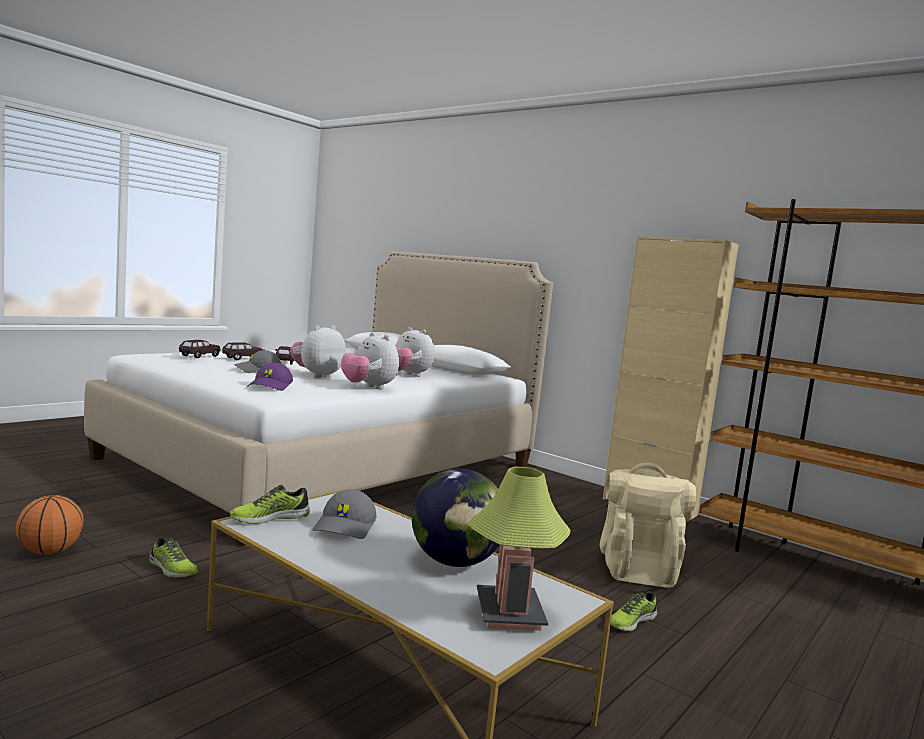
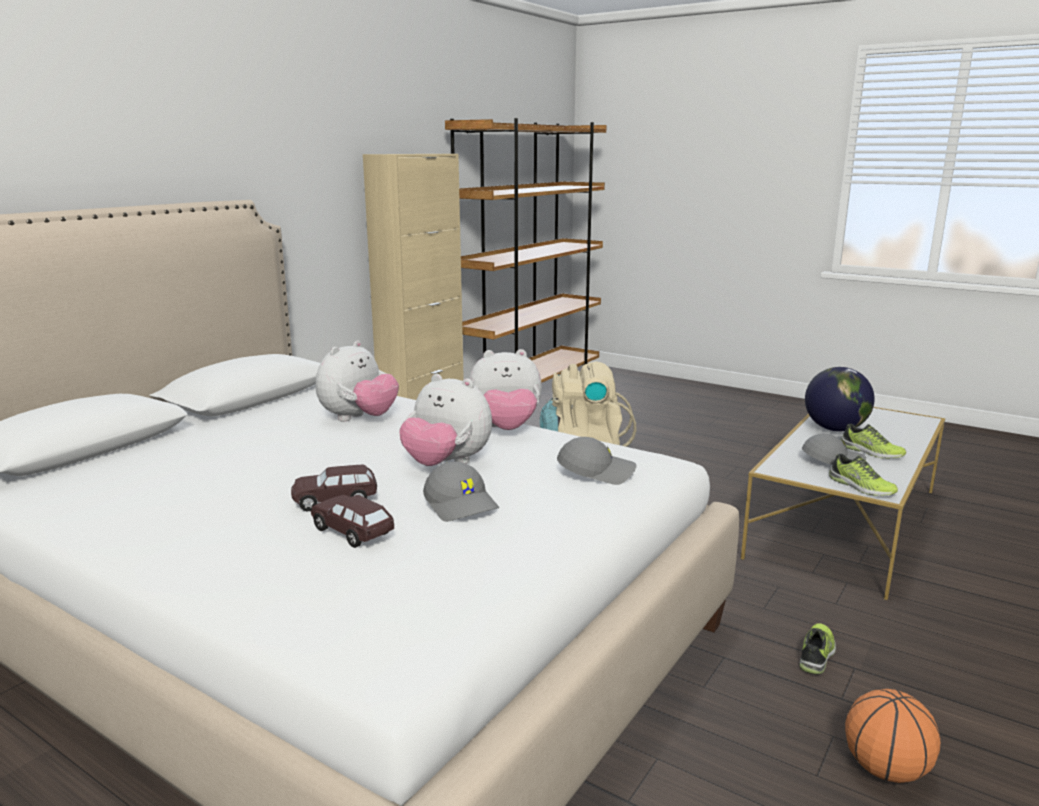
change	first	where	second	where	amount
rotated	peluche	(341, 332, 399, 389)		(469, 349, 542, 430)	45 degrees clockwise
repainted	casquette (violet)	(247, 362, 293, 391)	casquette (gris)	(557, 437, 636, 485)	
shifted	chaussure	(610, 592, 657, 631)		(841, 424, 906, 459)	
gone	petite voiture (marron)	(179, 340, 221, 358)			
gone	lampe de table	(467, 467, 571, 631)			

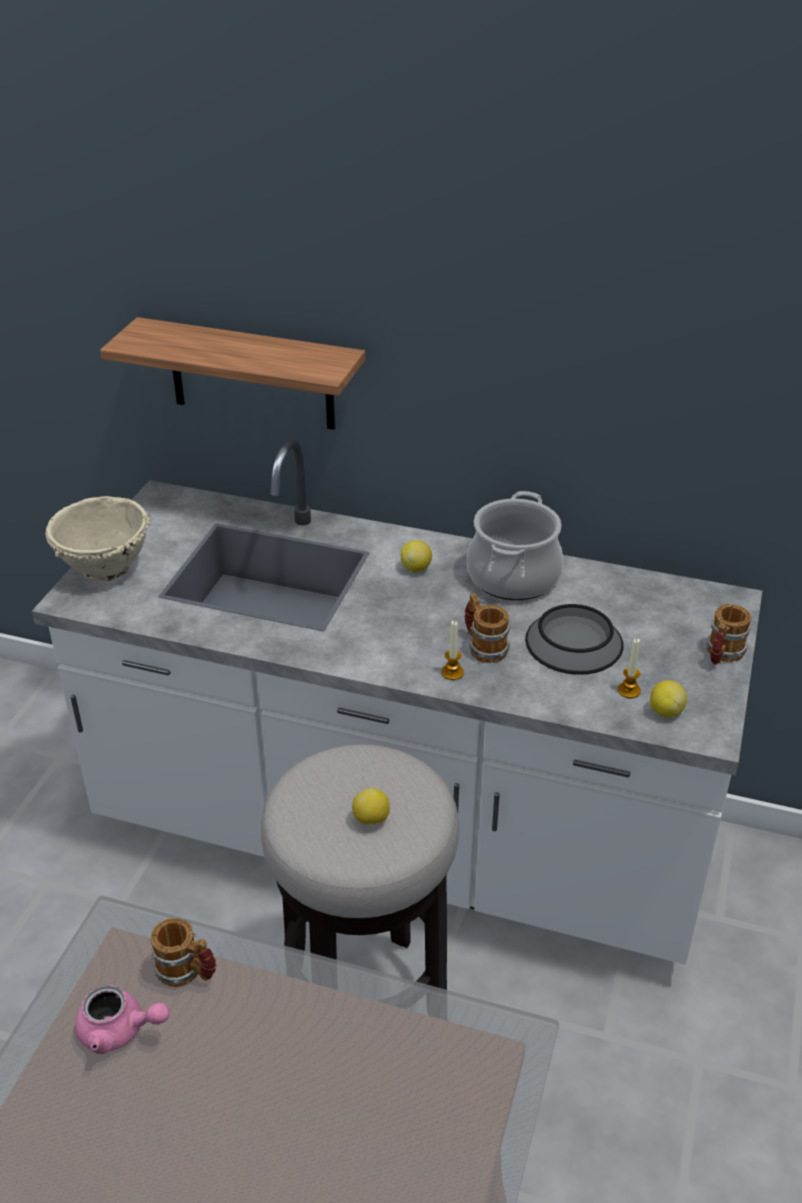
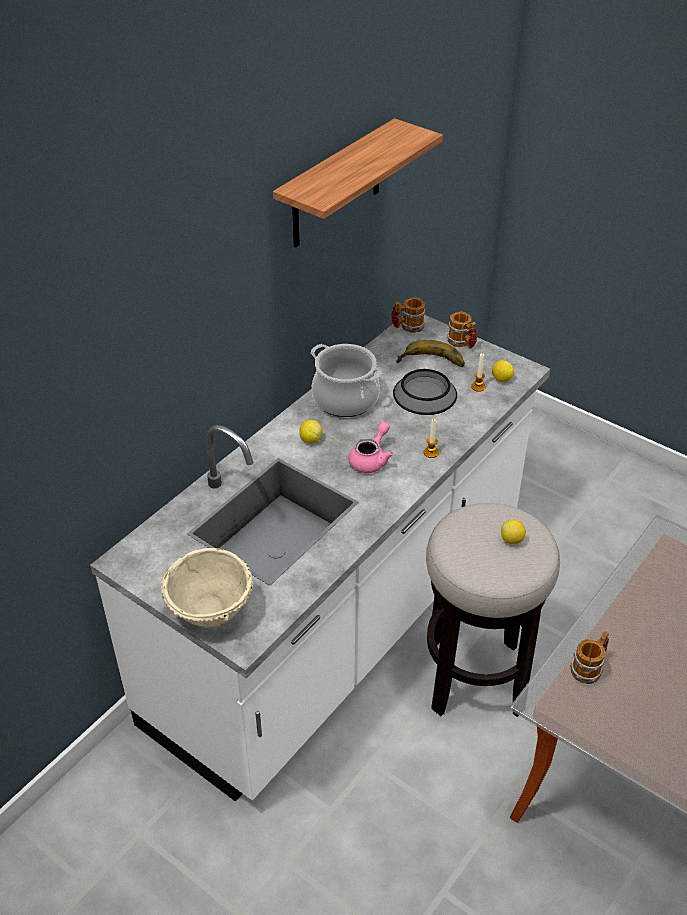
change	first	where	second	where	amount
shifted	étagère	(100, 317, 366, 430)		(273, 118, 443, 248)	
shifted	théière (rose)	(75, 985, 170, 1054)		(348, 422, 394, 473)	
shifted	mug	(465, 593, 510, 663)		(391, 297, 425, 333)	
new			banane	(396, 340, 465, 367)	

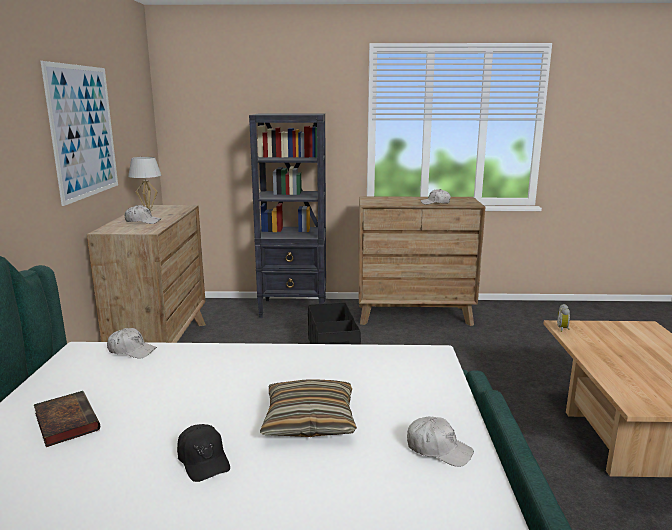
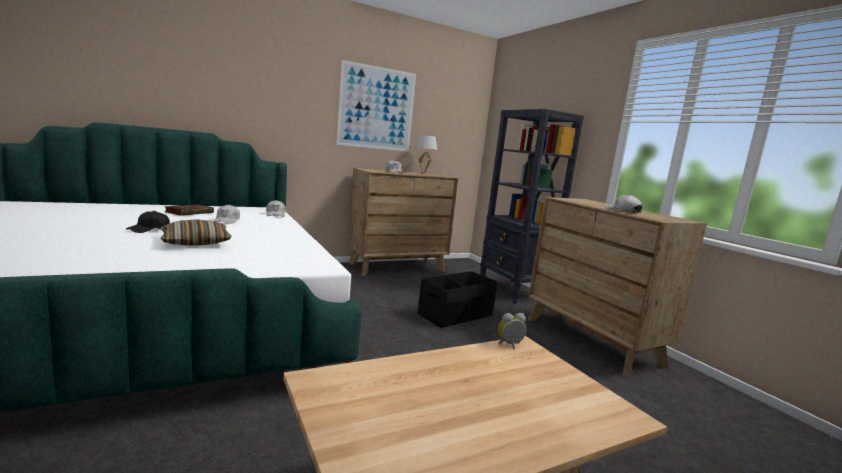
change	first	where	second	where	amount
shifted	casquette (blanc)	(407, 417, 474, 467)		(214, 204, 240, 224)	

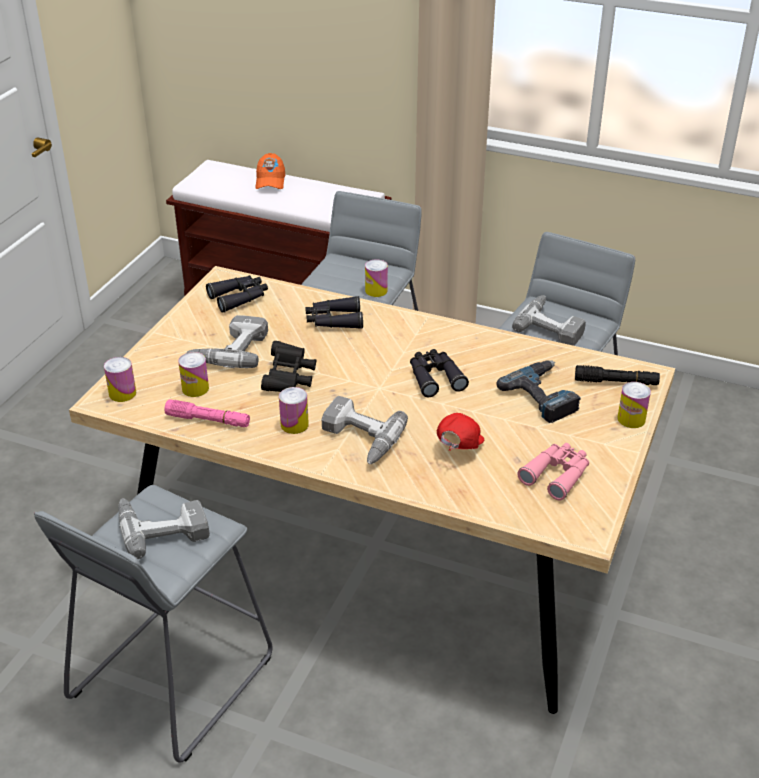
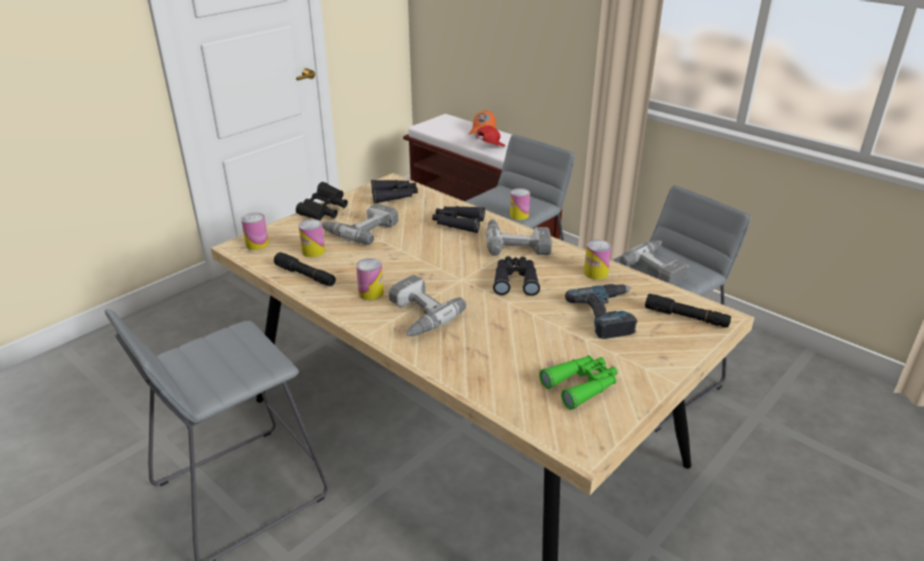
change	first	where	second	where	amount
repainted	lampe de poche (rose)	(164, 399, 250, 427)	lampe de poche (noir)	(274, 252, 336, 286)	
shifted	jumelles (noir)	(261, 341, 316, 392)		(296, 182, 348, 221)	
shifted	casquette (rouge)	(436, 413, 484, 451)		(475, 126, 505, 147)	
shifted	perceuse	(118, 498, 210, 559)		(486, 219, 552, 256)	
repainted	jumelles (rose)	(517, 443, 589, 501)	jumelles (vert)	(539, 355, 617, 410)	
shifted	boîte métallique	(617, 382, 651, 428)		(584, 239, 612, 280)	

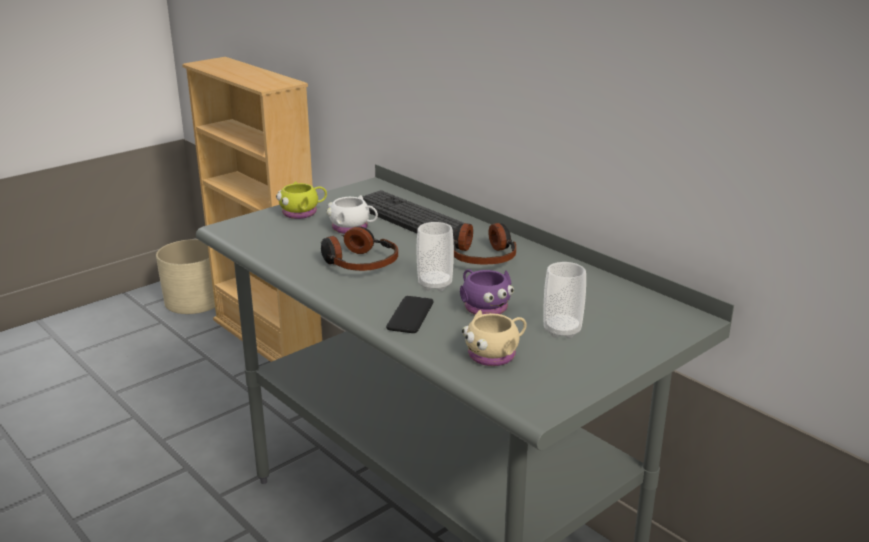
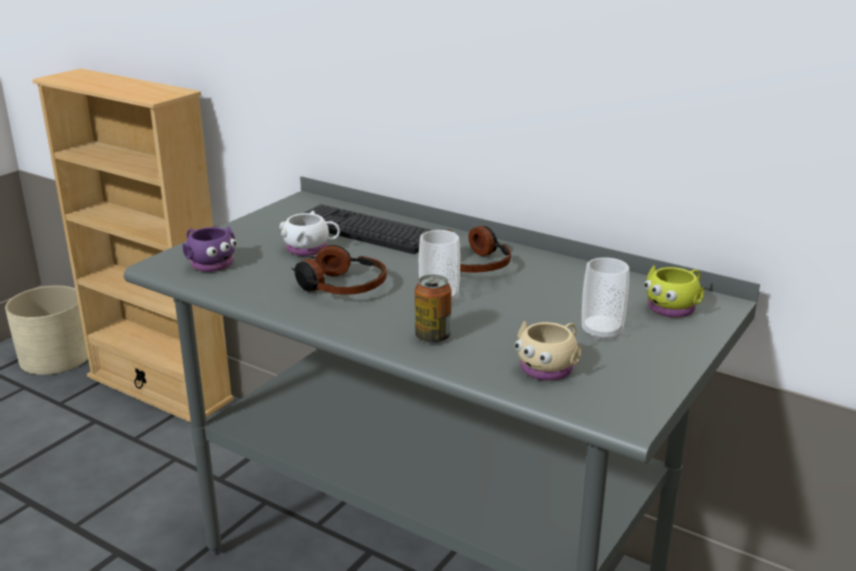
change	first	where	second	where	amount
shifted	mug (violet)	(460, 269, 514, 315)		(183, 226, 237, 272)	
swapped	téléphone	(386, 296, 434, 333)	boîte métallique	(415, 275, 451, 343)	
shifted	mug (jaune)	(276, 181, 327, 219)		(644, 265, 704, 317)	

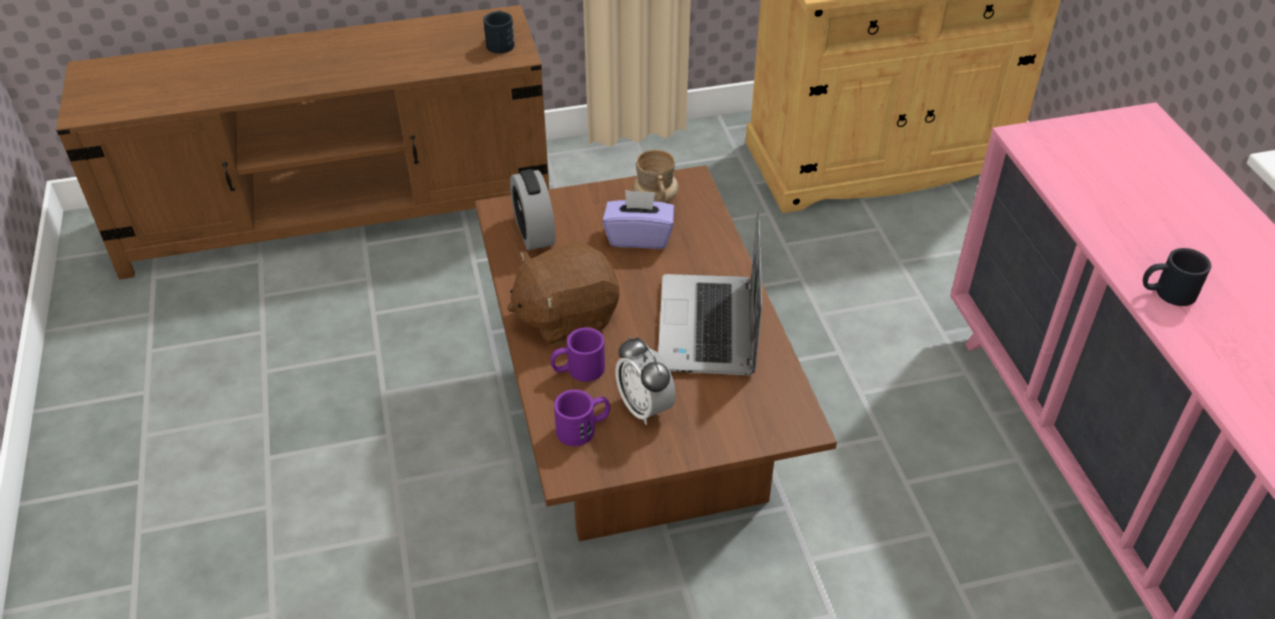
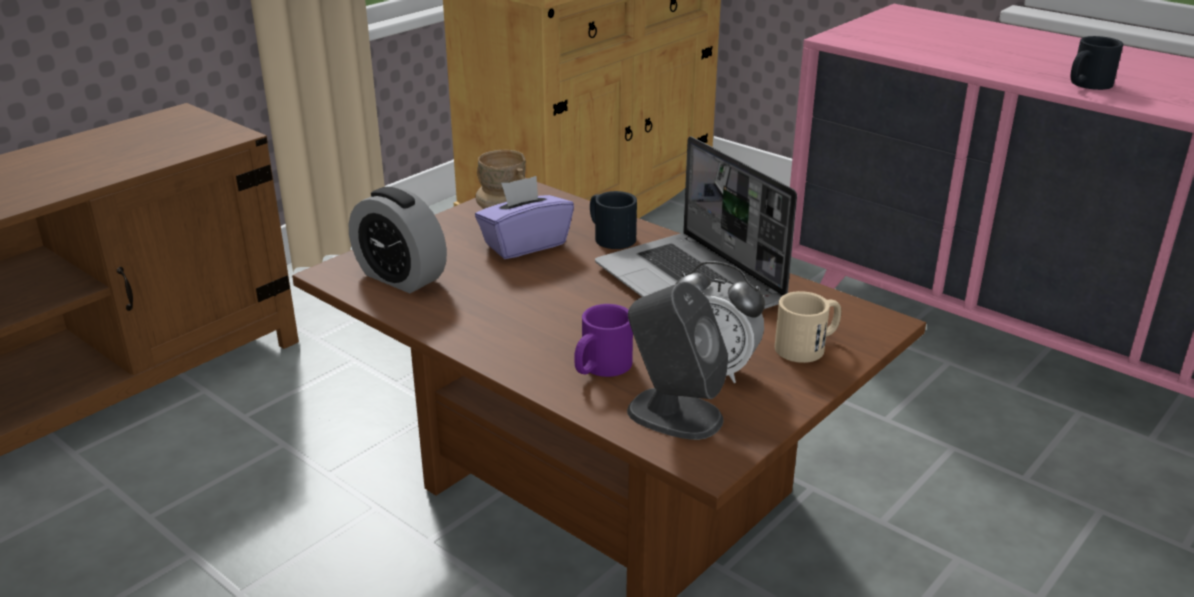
change	first	where	second	where	amount
shifted	mug (noir)	(483, 11, 515, 53)		(590, 191, 637, 249)	
swapped	mug (violet)	(554, 389, 610, 446)	enceinte (gris)	(627, 282, 728, 440)	
new			mug (beige)	(775, 291, 841, 363)	
gone	peluche (marron)	(507, 241, 620, 345)			

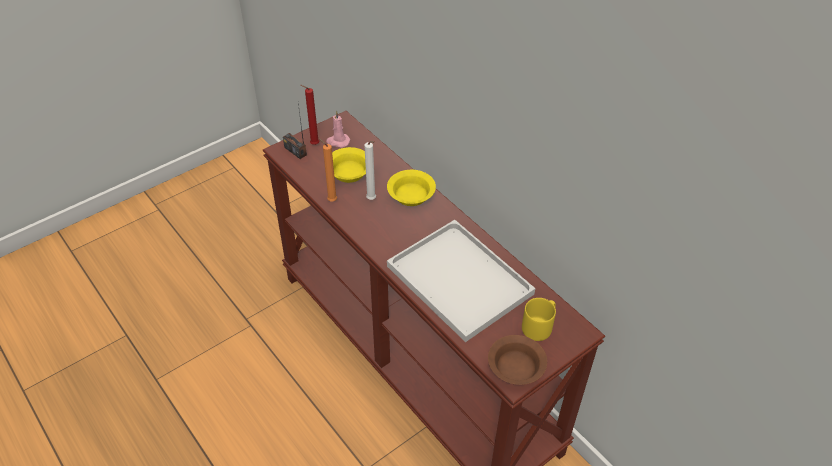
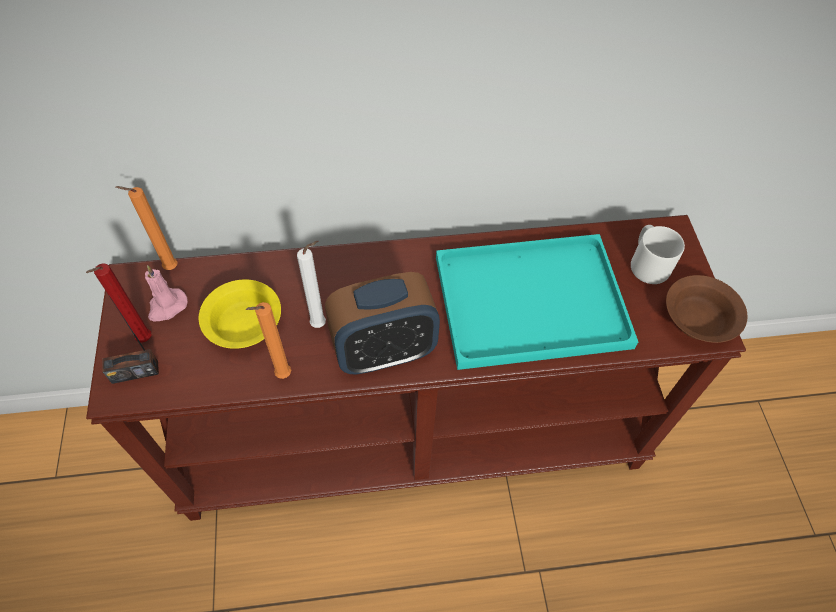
change	first	where	second	where	amount
new			bougie (orange)	(115, 186, 177, 270)	
new			réveil	(325, 272, 440, 375)	
repainted	plateau (blanc)	(387, 220, 536, 342)	plateau (turquoise)	(436, 234, 638, 370)	
repainted	mug (jaune)	(522, 298, 556, 341)	mug (blanc)	(631, 225, 685, 284)	
gone	bol (jaune)	(387, 170, 436, 206)			

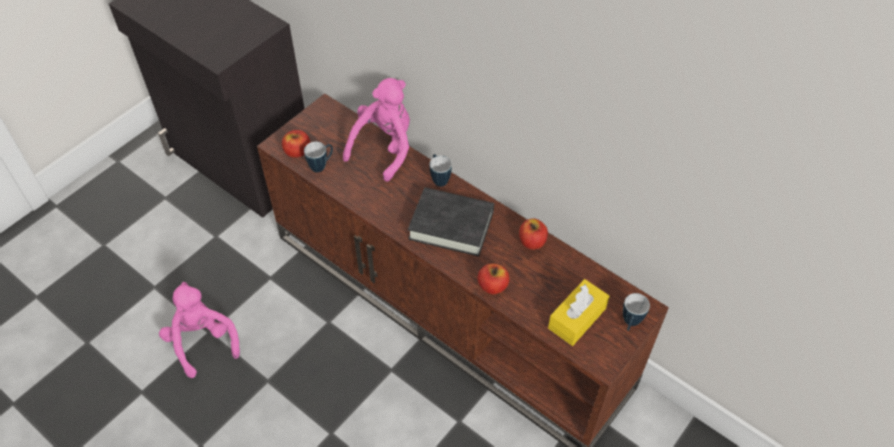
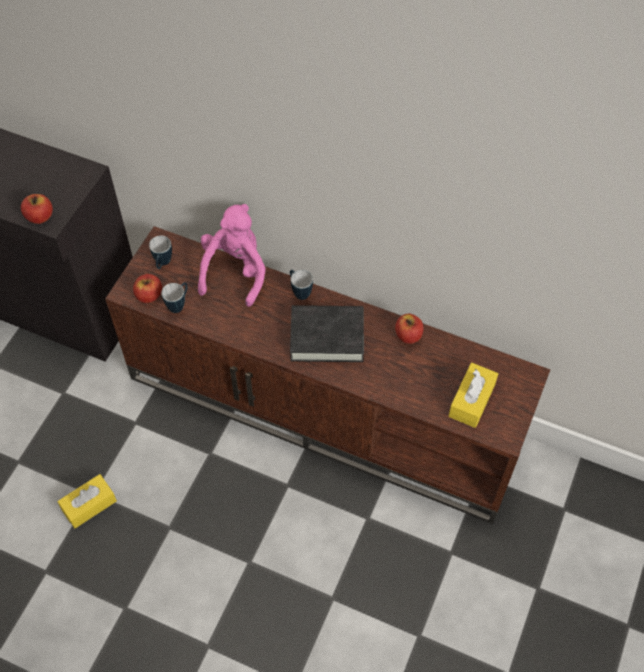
change	first	where	second	where	amount
shifted	pomme	(478, 263, 510, 294)		(21, 194, 53, 224)	
swapped	peluche (rose)	(159, 282, 240, 378)	boîte à mouchoirs (jaune)	(58, 474, 117, 528)	
shifted	mug	(623, 293, 650, 331)		(149, 236, 172, 269)	

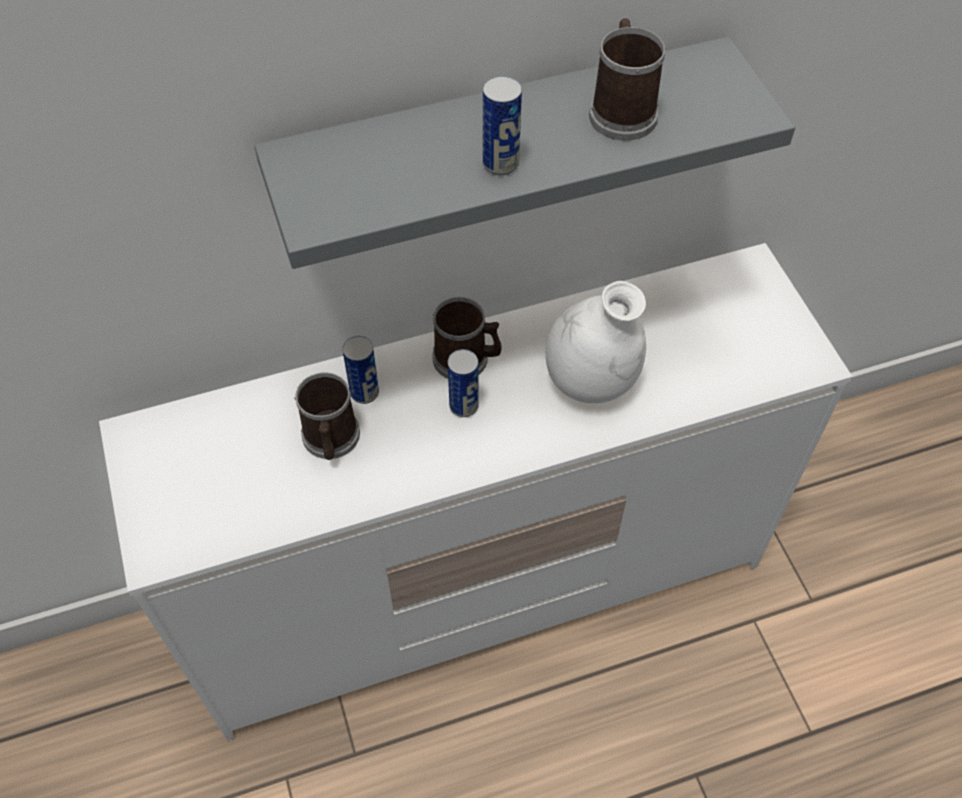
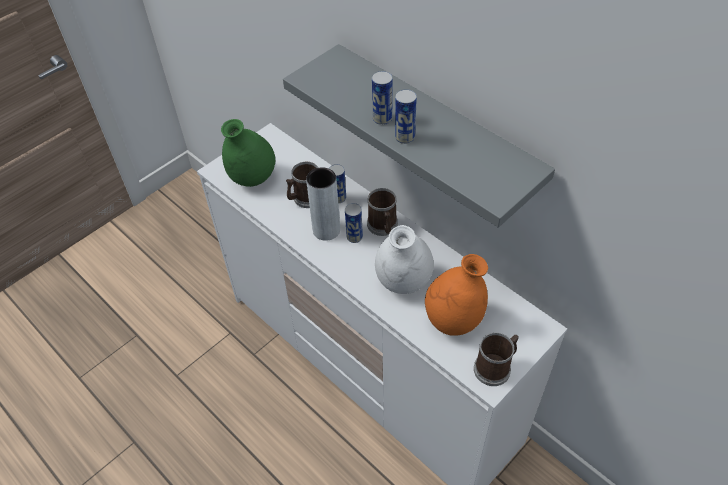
change	first	where	second	where	amount
new			vase (vert)	(221, 119, 275, 187)	
new			vase (gris)	(306, 167, 340, 241)	
new			boîte métallique	(395, 89, 417, 144)	
new			vase (orange)	(425, 254, 488, 336)	
shifted	mug	(589, 18, 666, 141)		(474, 332, 519, 386)	

